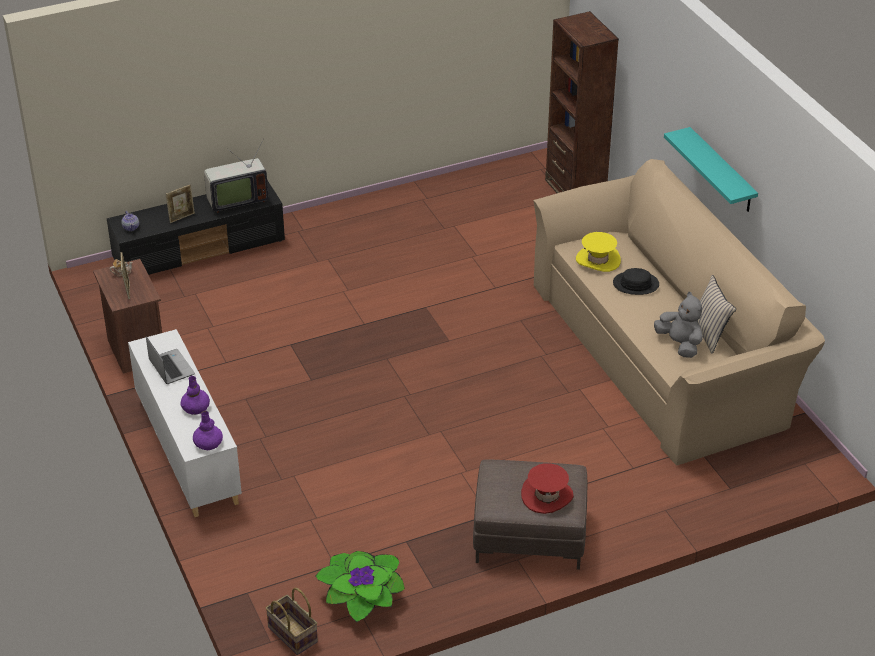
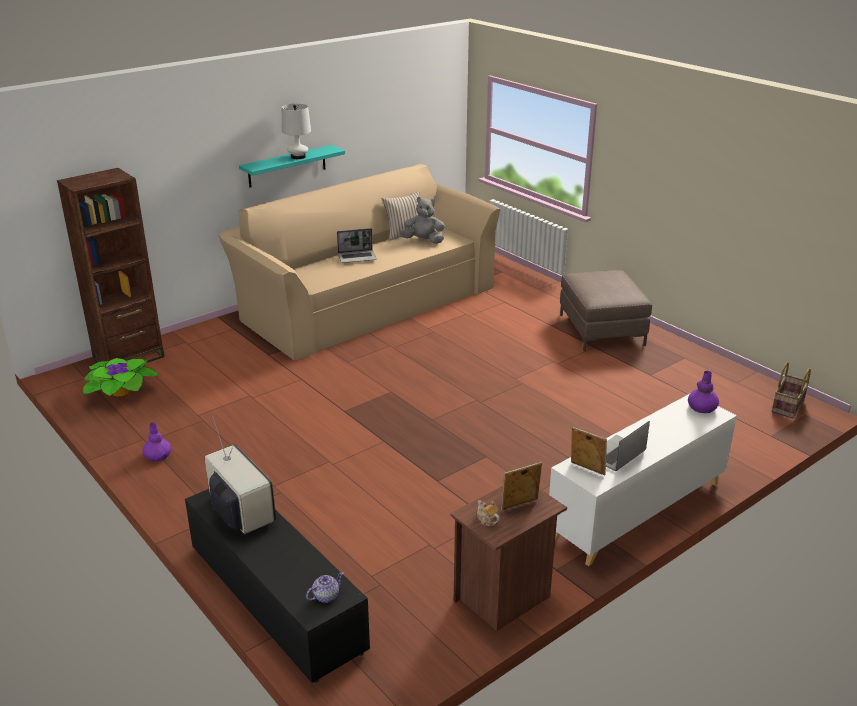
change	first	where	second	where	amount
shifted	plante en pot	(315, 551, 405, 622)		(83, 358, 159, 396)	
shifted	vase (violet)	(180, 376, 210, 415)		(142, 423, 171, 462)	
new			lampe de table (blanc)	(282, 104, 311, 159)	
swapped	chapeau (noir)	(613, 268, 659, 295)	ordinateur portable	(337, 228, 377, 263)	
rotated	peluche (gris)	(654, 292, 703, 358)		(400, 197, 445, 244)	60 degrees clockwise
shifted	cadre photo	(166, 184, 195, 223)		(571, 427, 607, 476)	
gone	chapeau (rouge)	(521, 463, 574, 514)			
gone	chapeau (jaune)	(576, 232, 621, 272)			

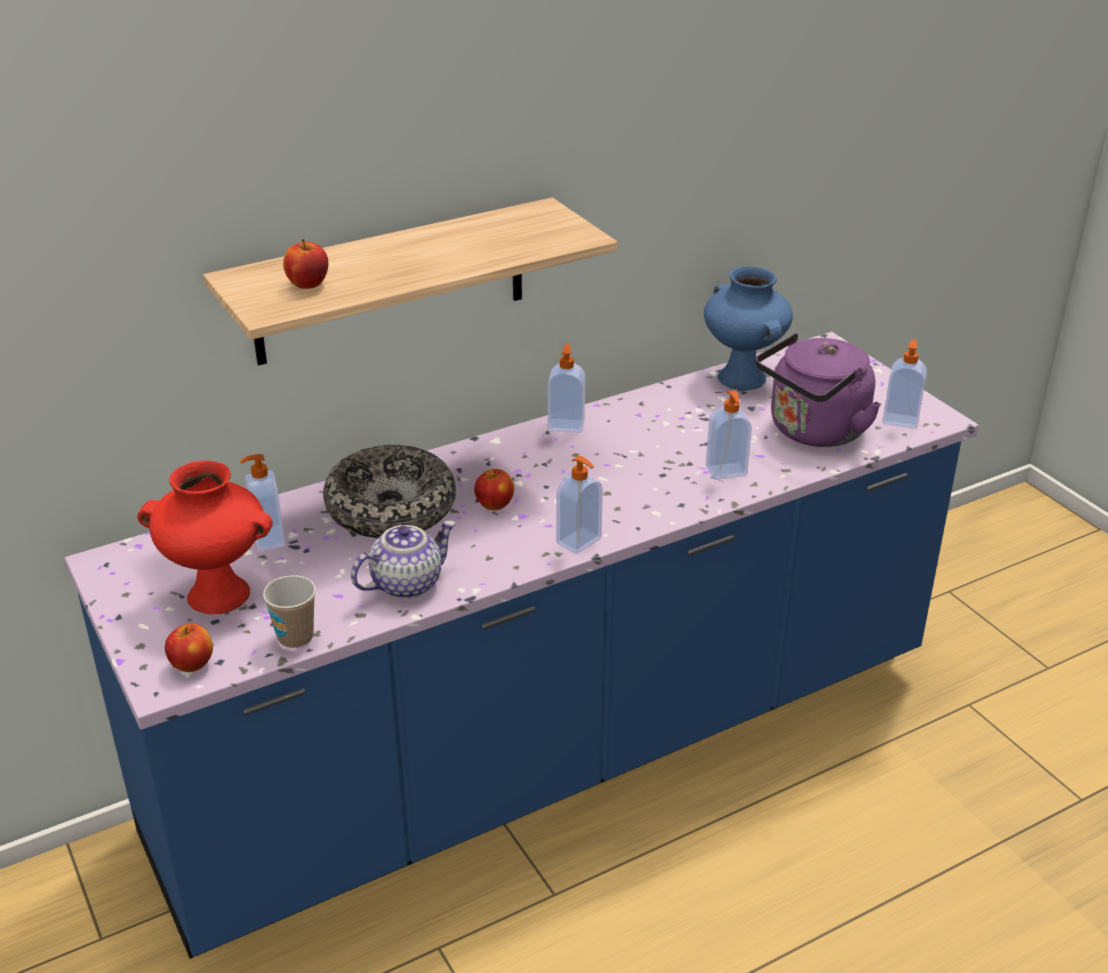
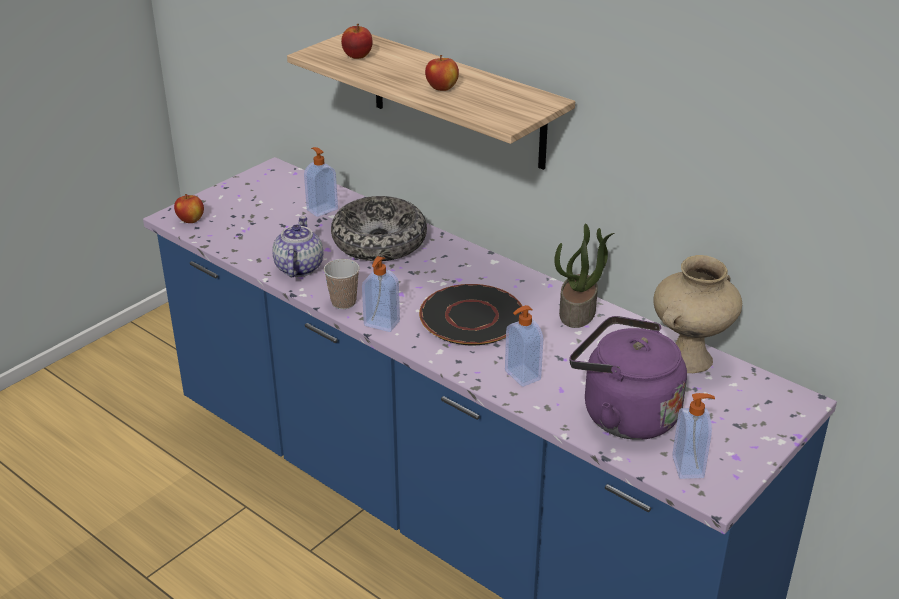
change	first	where	second	where	amount
rotated	théière	(351, 520, 456, 599)		(272, 216, 323, 277)	120 degrees counterclockwise
shifted	tasse	(263, 575, 316, 648)		(324, 259, 360, 309)	
new			assiette (noir)	(419, 284, 523, 345)	
shifted	pomme	(474, 469, 514, 510)		(425, 55, 459, 91)	
new			plante en pot	(554, 224, 614, 328)	
repainted	vase (bleu)	(704, 266, 793, 390)	vase (beige)	(653, 255, 742, 373)	
gone	vase (rouge)	(137, 461, 273, 614)			
gone	distributeur de savon	(548, 344, 585, 433)			

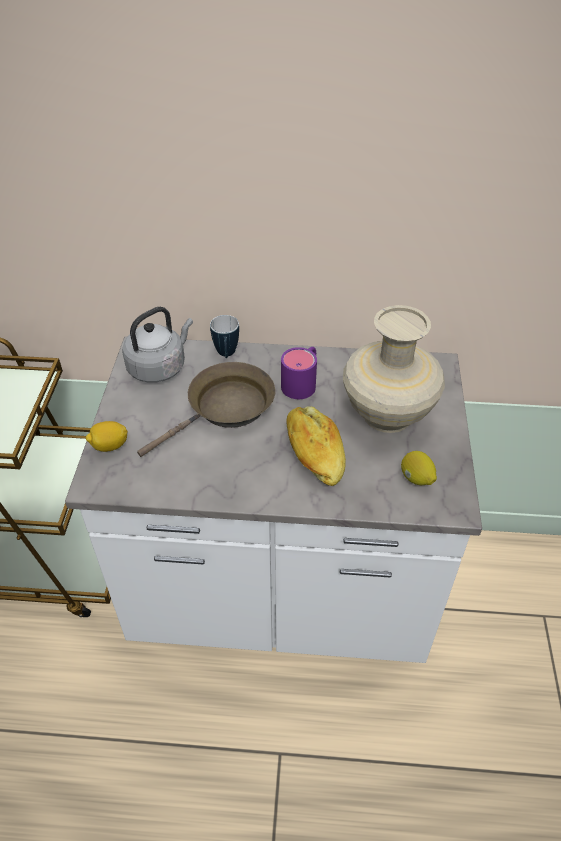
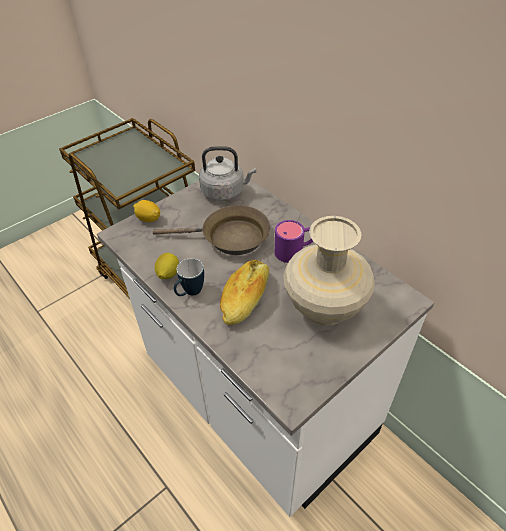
change	first	where	second	where	amount
shifted	citron	(401, 451, 437, 485)		(155, 253, 179, 279)	
shifted	mug	(210, 315, 239, 358)		(174, 258, 204, 296)	

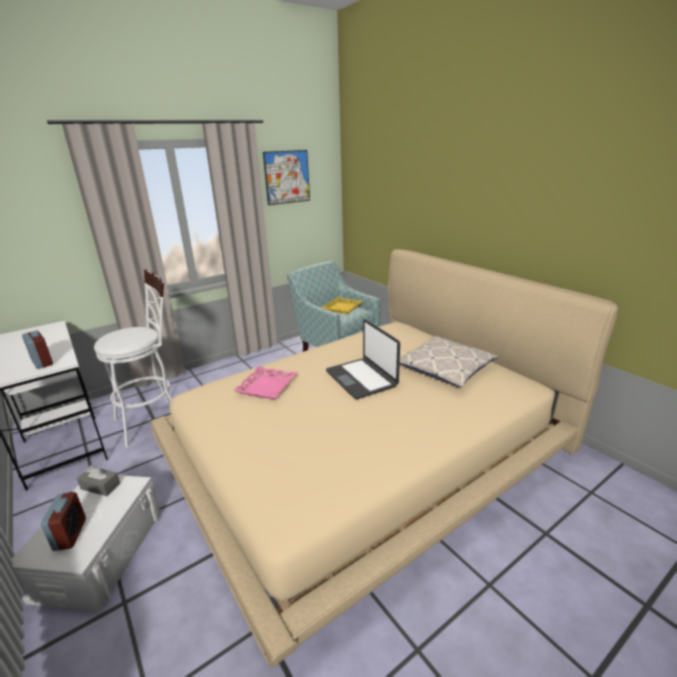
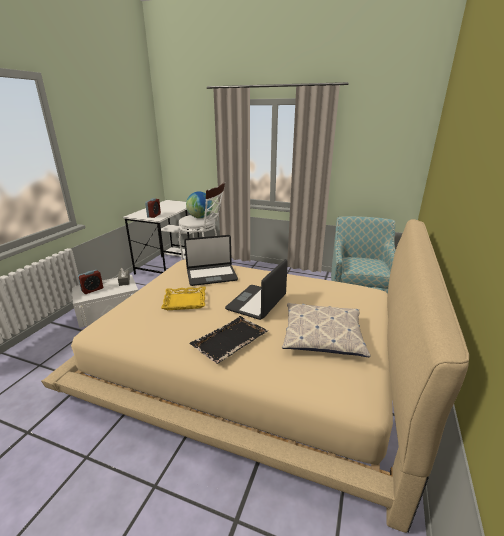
change	first	where	second	where	amount
shifted	plateau (jaune)	(322, 297, 363, 314)		(161, 287, 206, 310)	
swapped	plateau (rose)	(233, 366, 298, 400)	ordinateur portable	(184, 235, 238, 286)	
new			globe	(186, 191, 213, 218)	
new			plateau (noir)	(189, 316, 268, 364)	
gone	tableau	(263, 150, 310, 205)			

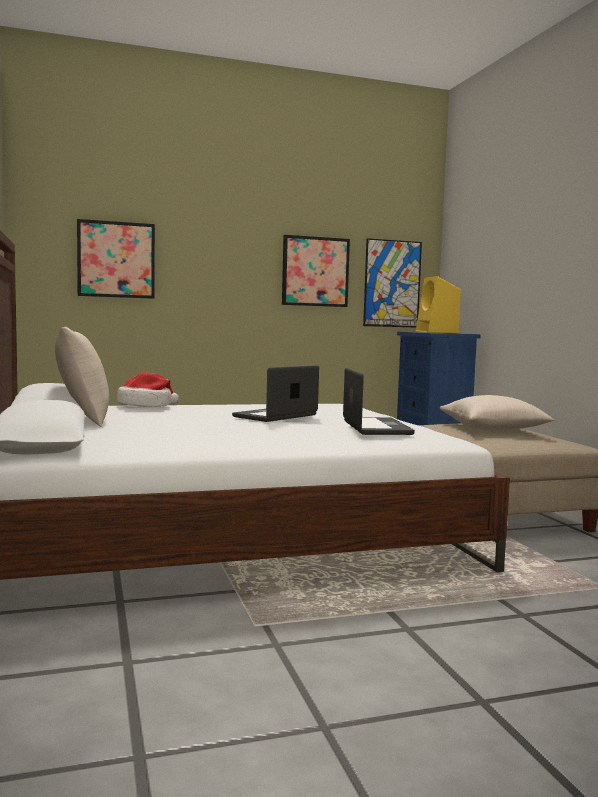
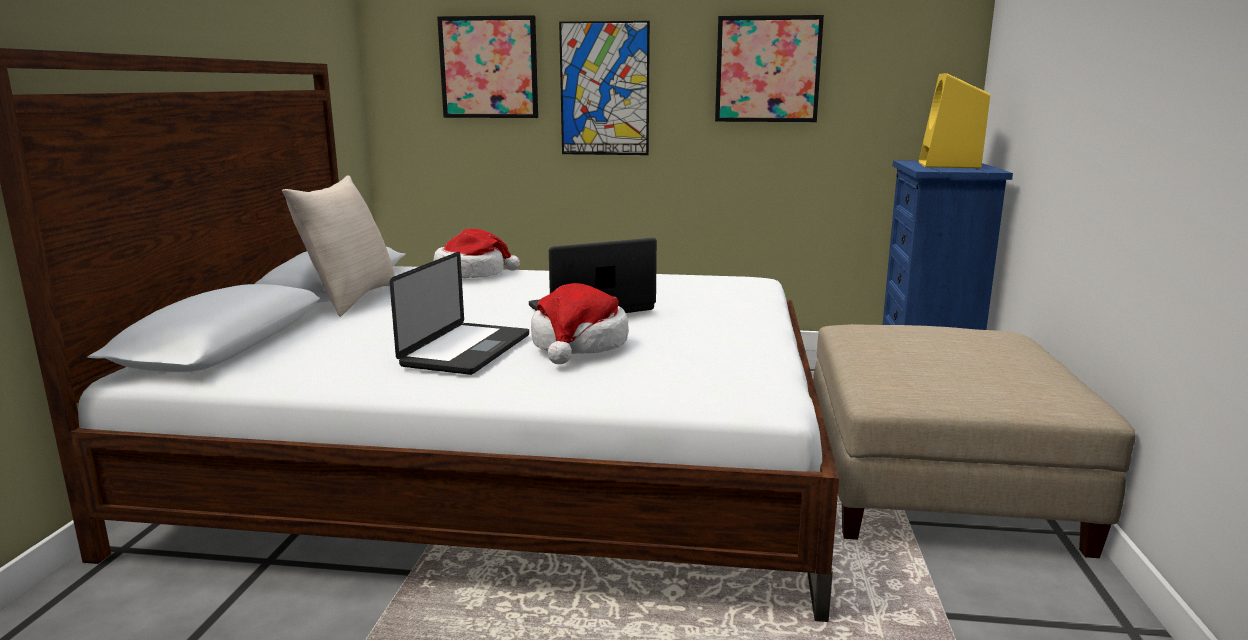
change	first	where	second	where	amount
shifted	ordinateur portable	(343, 368, 415, 435)		(390, 252, 529, 375)	
new			chapeau	(531, 283, 629, 364)	
shifted	tableau	(363, 238, 422, 327)		(559, 21, 650, 155)	
gone	coussin (beige)	(440, 395, 554, 430)			

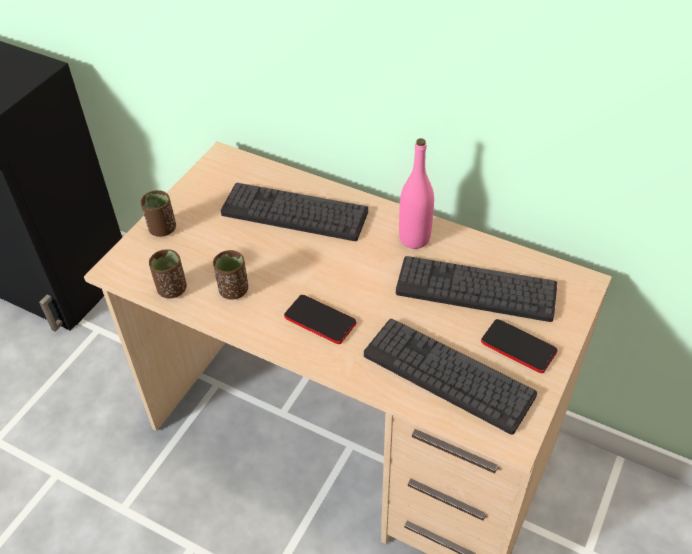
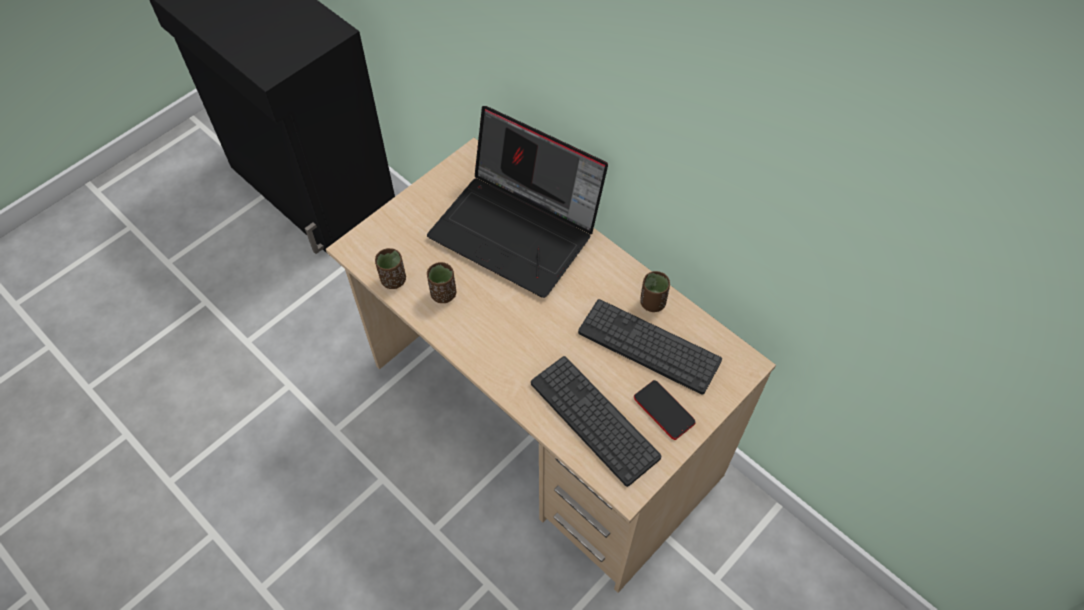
change	first	where	second	where	amount
swapped	clavier	(220, 183, 368, 241)	ordinateur portable	(427, 106, 608, 298)	
shifted	tasse (marron)	(141, 190, 176, 237)		(640, 271, 670, 312)	
gone	téléphone	(284, 295, 356, 344)			
gone	bouteille (rose)	(399, 139, 434, 249)			

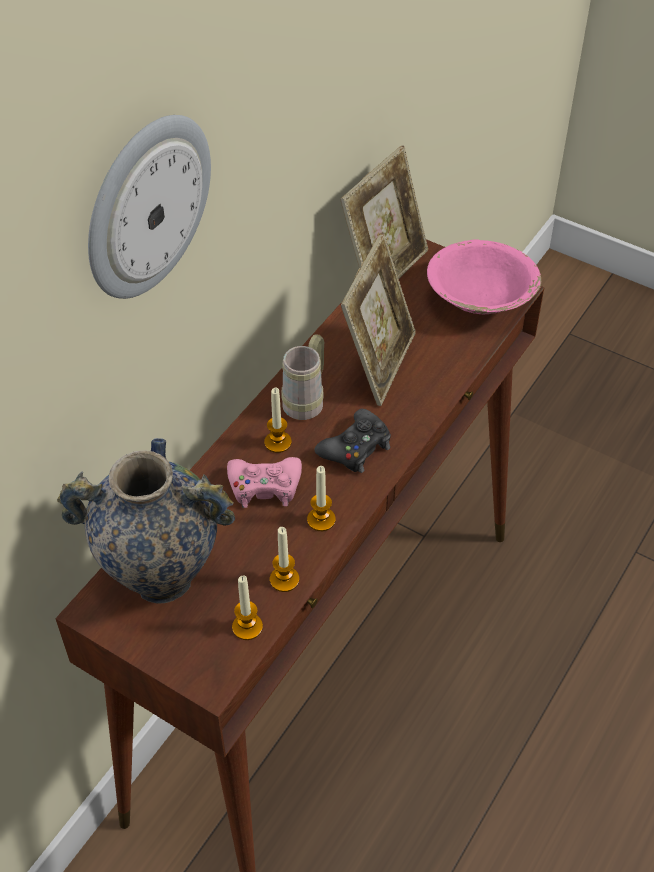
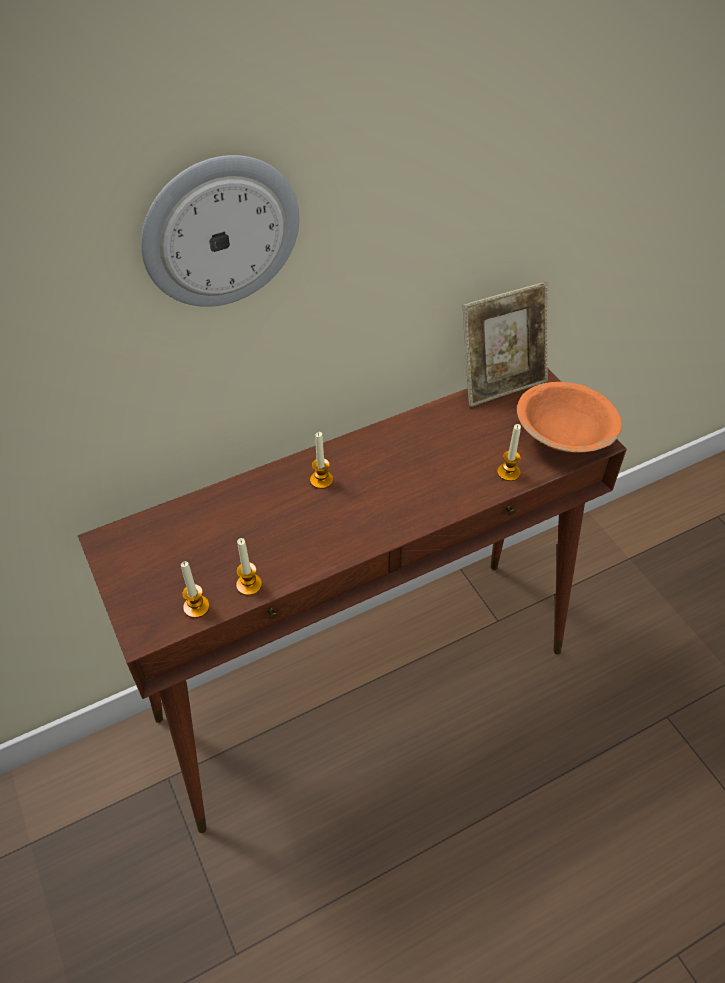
change	first	where	second	where	amount
shifted	bougie	(307, 466, 336, 531)		(497, 424, 521, 481)	
repainted	bol (rose)	(427, 240, 541, 314)	bol (orange)	(517, 382, 622, 453)	
gone	vase	(57, 438, 235, 603)			
gone	manette (rose)	(227, 457, 302, 508)			
gone	mug (beige)	(281, 334, 324, 420)			
gone	manette (noir)	(314, 408, 391, 473)			
gone	cadre photo	(341, 233, 416, 406)			

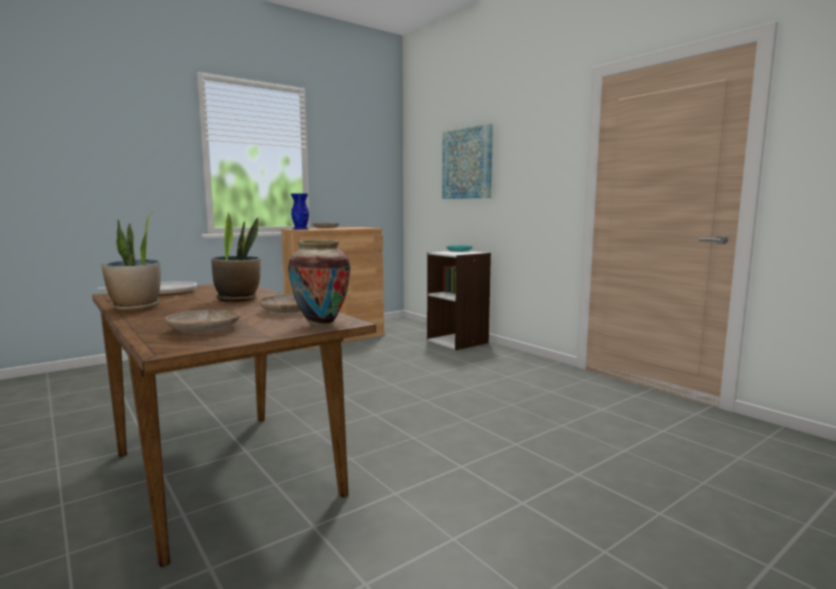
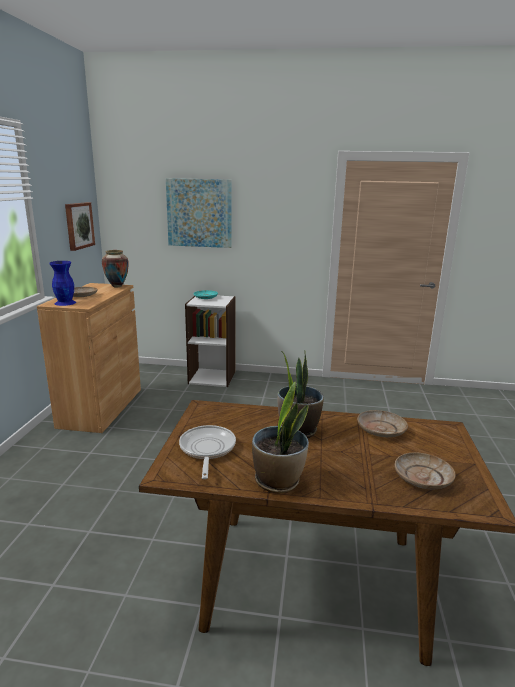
change	first	where	second	where	amount
new			tableau	(65, 202, 95, 251)	
shifted	vase	(288, 240, 350, 327)		(102, 250, 129, 288)	

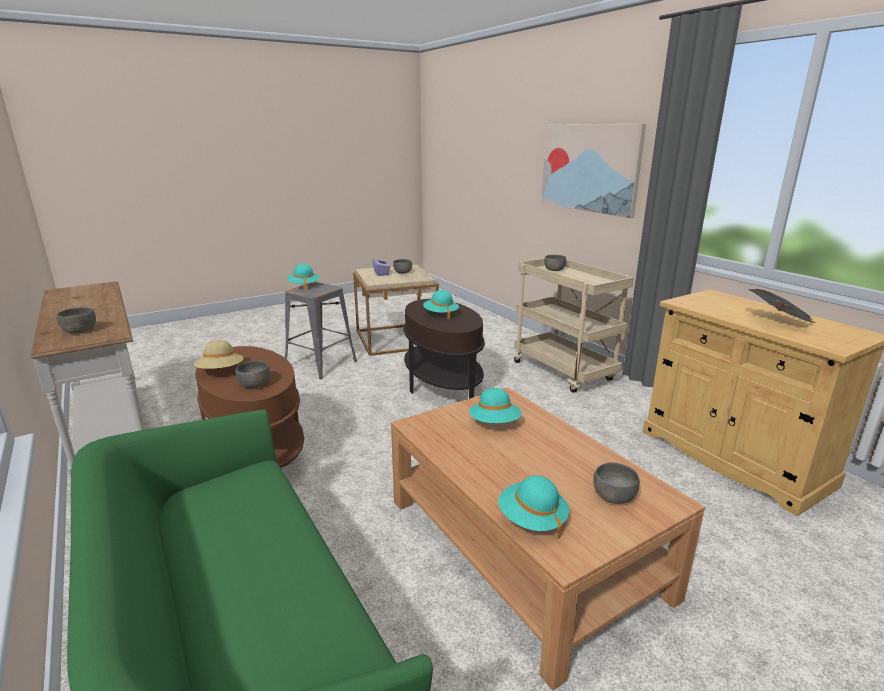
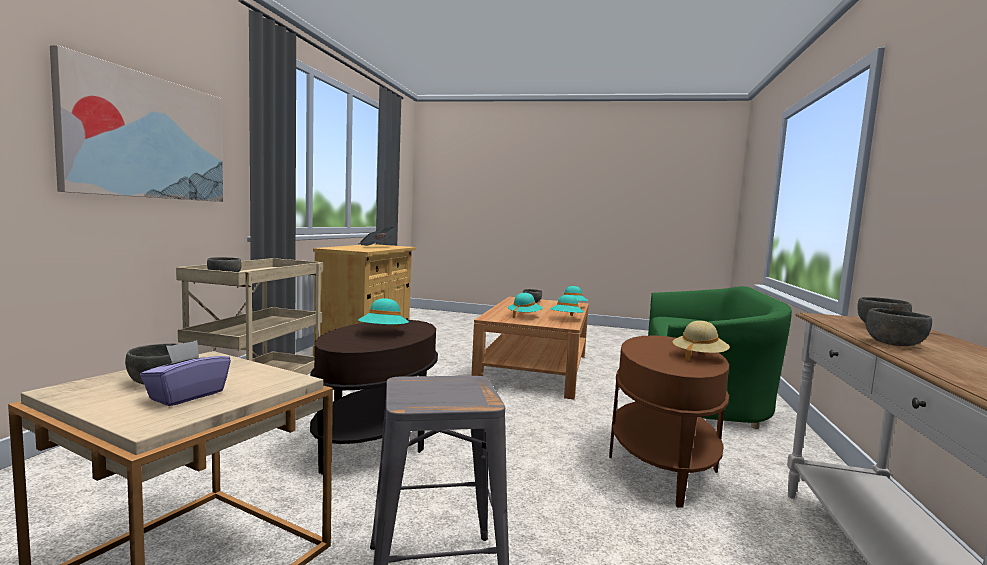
change	first	where	second	where	amount
shifted	chapeau (turquoise)	(287, 264, 320, 290)		(550, 295, 584, 316)	
shifted	bol (gris)	(235, 360, 270, 388)		(865, 308, 932, 346)	

